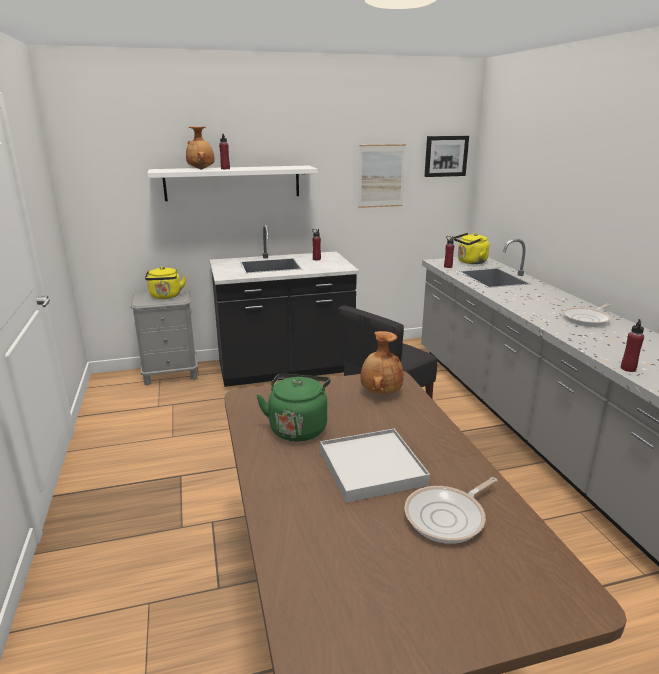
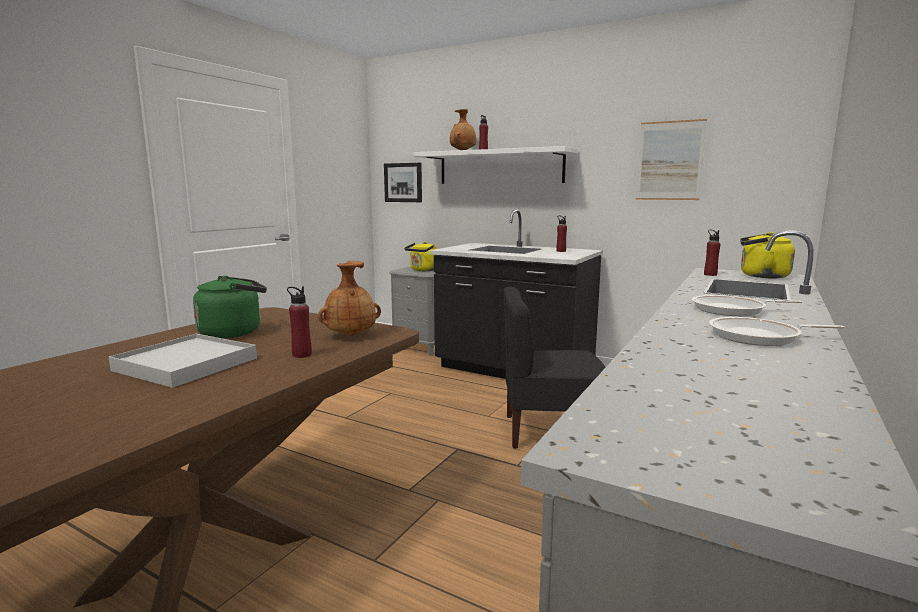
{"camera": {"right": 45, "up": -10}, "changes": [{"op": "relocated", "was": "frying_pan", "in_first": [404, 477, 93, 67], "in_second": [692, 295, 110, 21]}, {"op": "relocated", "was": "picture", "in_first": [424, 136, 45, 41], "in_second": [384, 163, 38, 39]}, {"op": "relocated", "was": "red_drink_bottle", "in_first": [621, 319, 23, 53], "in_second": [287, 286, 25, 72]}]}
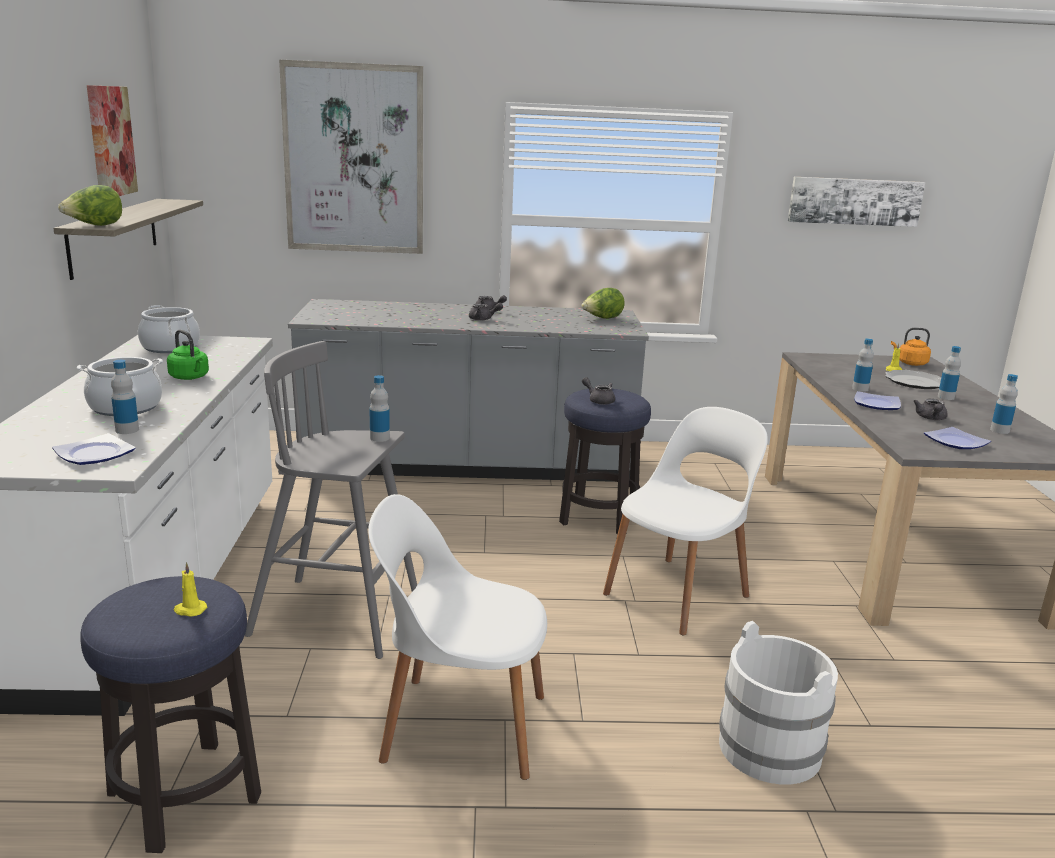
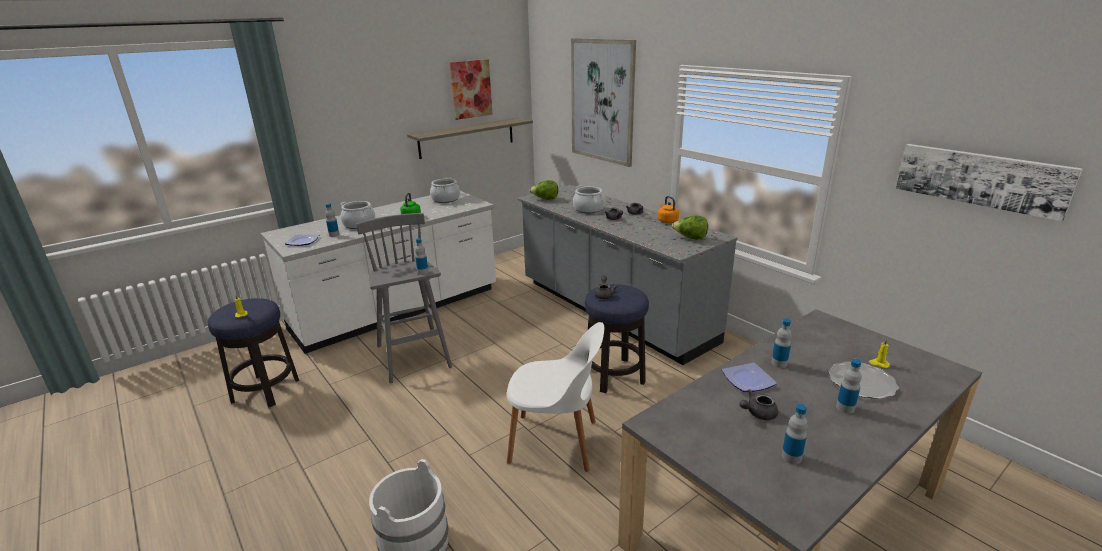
{"camera": {"right": 55, "up": 5}, "changes": [{"op": "relocated", "was": "lettuce_head", "in_first": [58, 185, 64, 41], "in_second": [529, 180, 29, 20]}, {"op": "missing", "was": "whitish_upright_chair", "in_first": [368, 494, 179, 286]}, {"op": "relocated", "was": "orange_water_kettle", "in_first": [891, 327, 40, 39], "in_second": [658, 196, 21, 27]}, {"op": "missing", "was": "plate", "in_first": [924, 427, 67, 22]}, {"op": "appeared", "now": "saucepot", "in_second": [573, 186, 32, 27]}]}
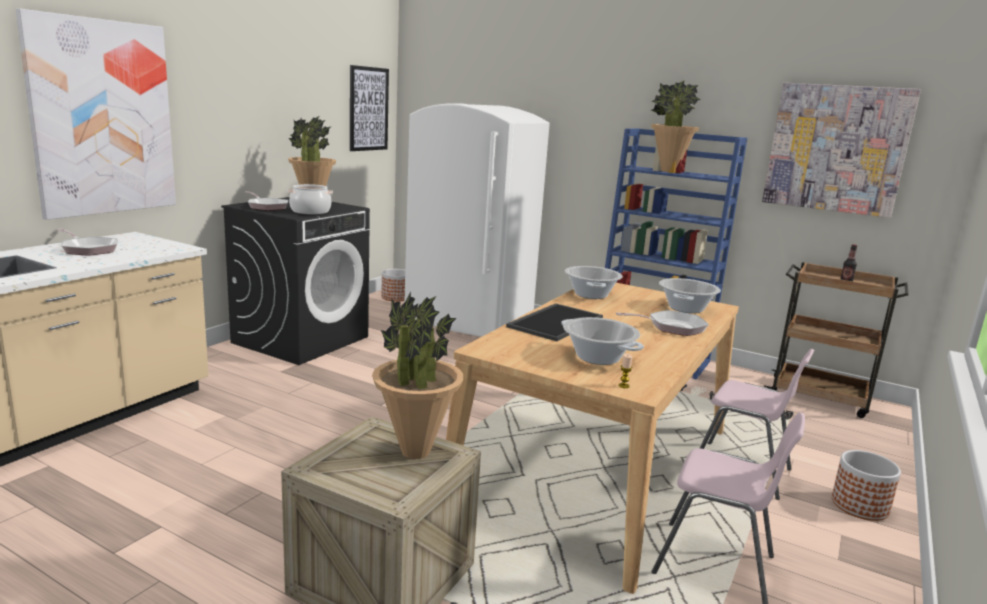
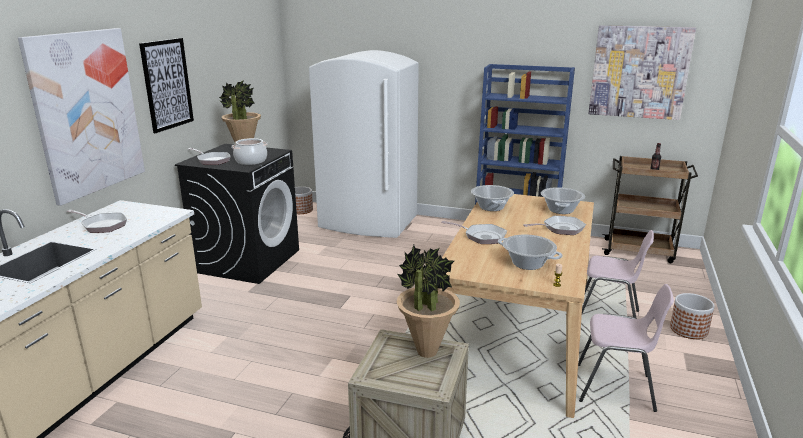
{"camera": {"right": -10, "up": 5}, "changes": [{"op": "relocated", "was": "picture", "in_first": [350, 65, 39, 86], "in_second": [139, 38, 55, 95]}, {"op": "exchanged", "was": "carrying_tray", "now": "frying_pan", "in_first": [506, 303, 97, 38], "in_second": [441, 221, 66, 23]}, {"op": "missing", "was": "plant_in_a_pot", "in_first": [651, 80, 50, 92]}]}
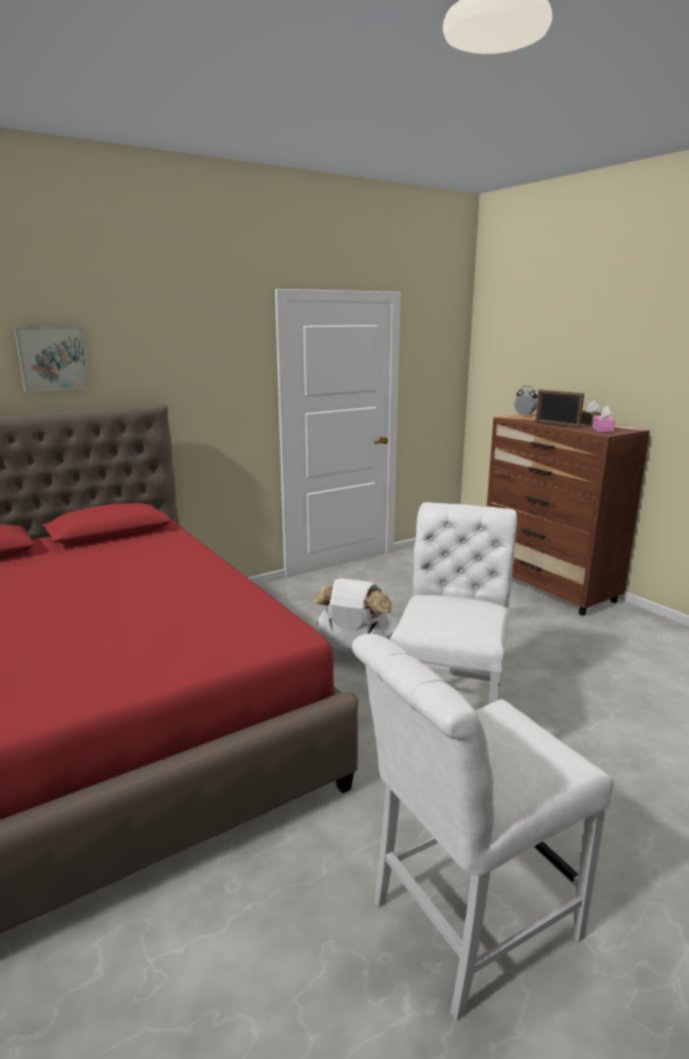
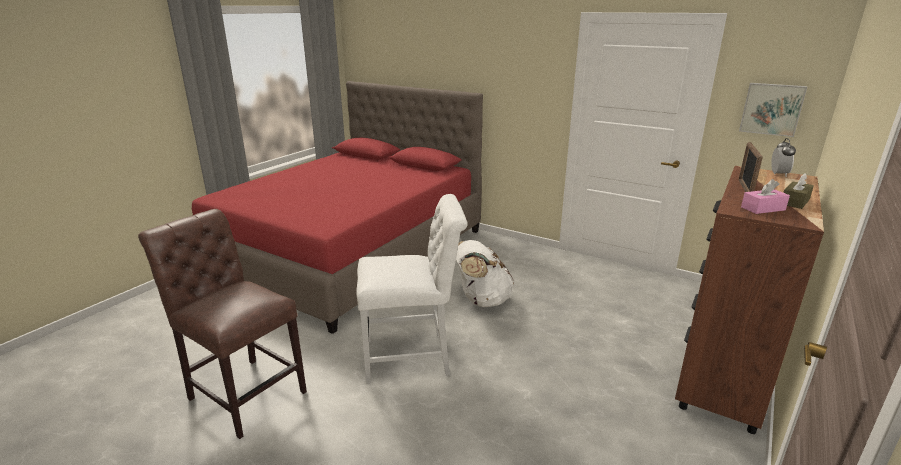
{"camera": {"right": 65, "up": 5}, "changes": [{"op": "relocated", "was": "picture", "in_first": [14, 327, 76, 65], "in_second": [739, 83, 68, 54]}, {"op": "colour", "was": "whitish_upright_chair", "now": "brown-coloured_upright_chair", "in_first": [352, 634, 262, 387], "in_second": [138, 209, 169, 230]}]}
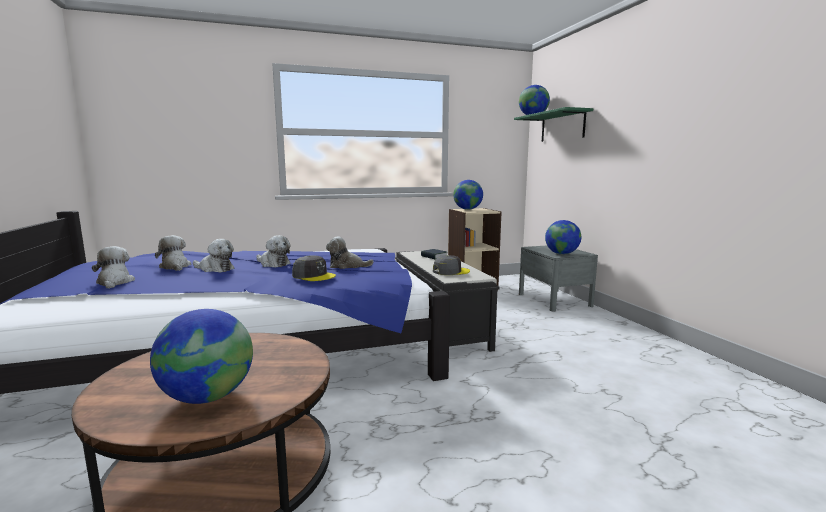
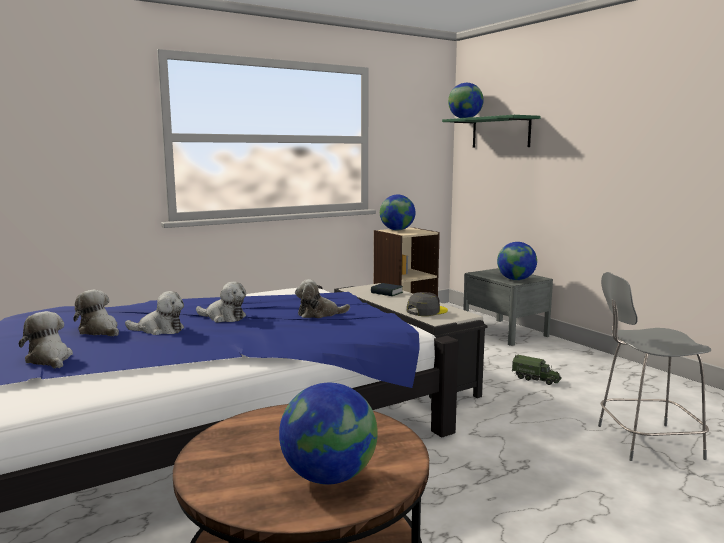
{"camera": {"right": -15, "up": 0}, "changes": [{"op": "missing", "was": "grey_cap", "in_first": [292, 255, 44, 26]}, {"op": "appeared", "now": "model_truck", "in_second": [512, 355, 50, 30]}, {"op": "appeared", "now": "grey_upright_chair", "in_second": [598, 272, 113, 189]}]}
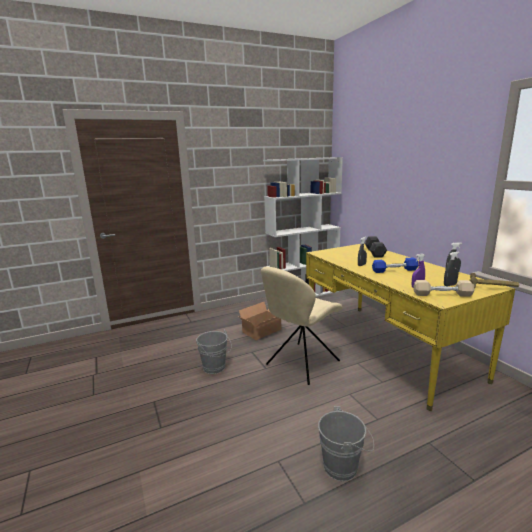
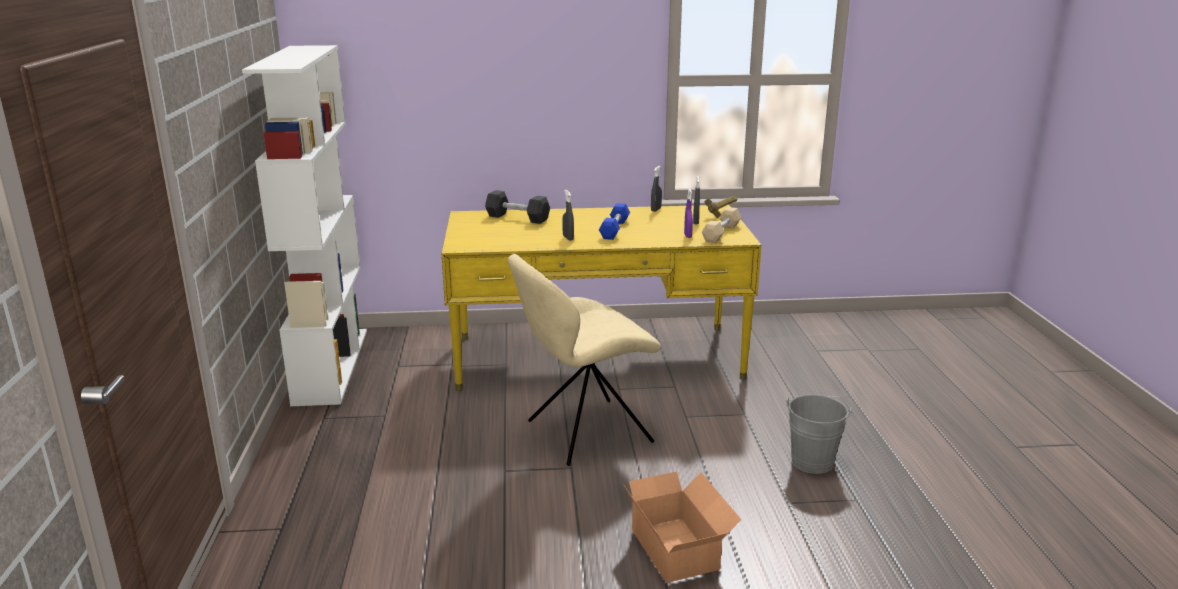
{"camera": {"right": -70, "up": 5}, "changes": [{"op": "missing", "was": "grey_pail", "in_first": [196, 330, 36, 44]}, {"op": "relocated", "was": "carton", "in_first": [239, 302, 42, 38], "in_second": [623, 472, 118, 111]}, {"op": "spun", "was": "sand-coloured_upright_chair", "in_first": [261, 266, 81, 119], "in_second": [508, 254, 153, 212], "clockwise": 90}]}
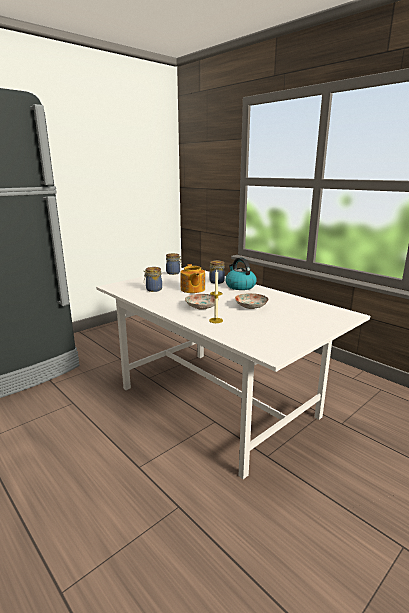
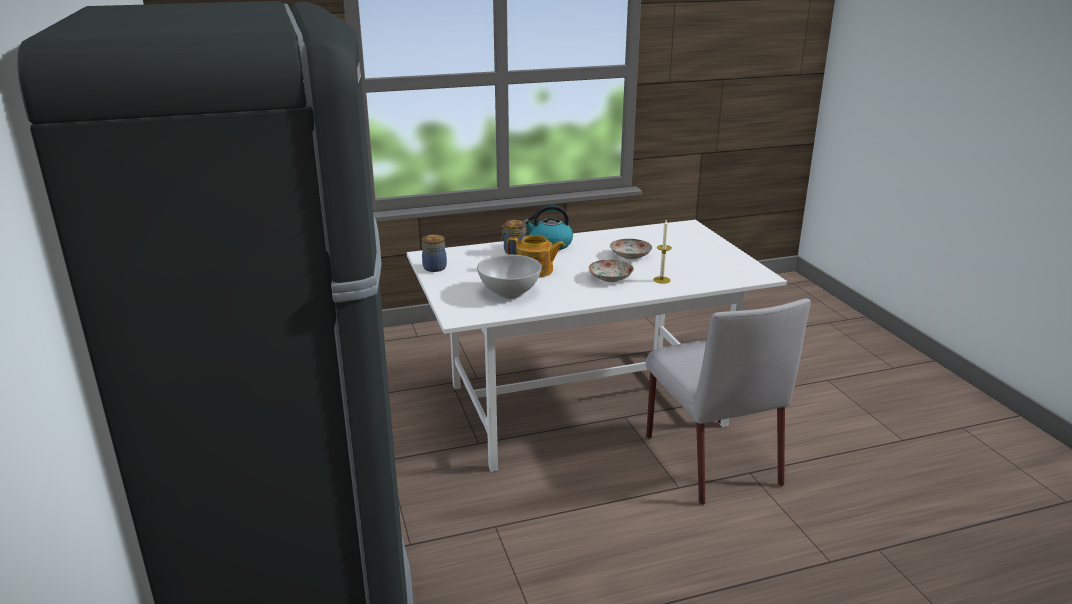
{"camera": {"right": -65, "up": 5}, "changes": [{"op": "exchanged", "was": "storage_jar", "now": "whitish_bowl", "in_first": [144, 267, 18, 25], "in_second": [477, 254, 65, 45]}, {"op": "appeared", "now": "grey_upright_chair", "in_second": [645, 299, 166, 206]}]}
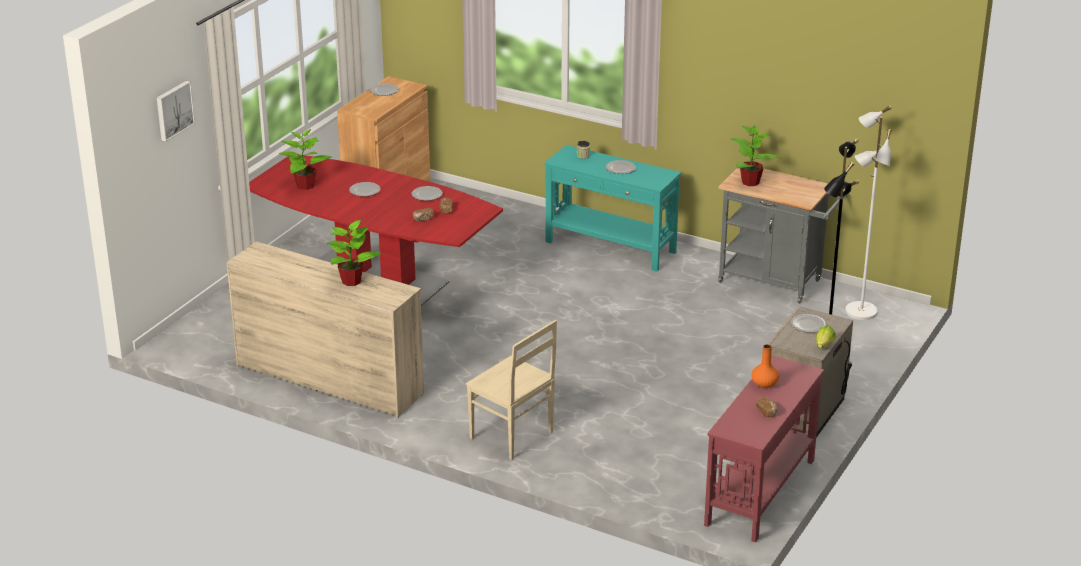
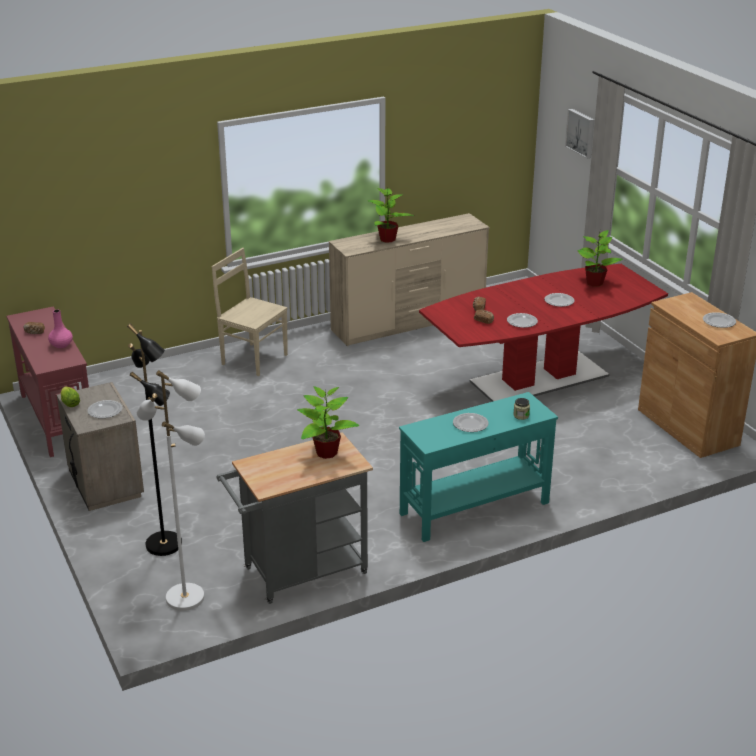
{"camera": {"right": 125, "up": 0}, "changes": [{"op": "spun", "was": "sand-coloured_upright_chair", "in_first": [466, 320, 91, 140], "in_second": [212, 248, 76, 128], "clockwise": 45}, {"op": "colour", "was": "orange_decorative_vase", "now": "pinkish_decorative_vase", "in_first": [751, 344, 28, 44], "in_second": [48, 310, 25, 38]}]}
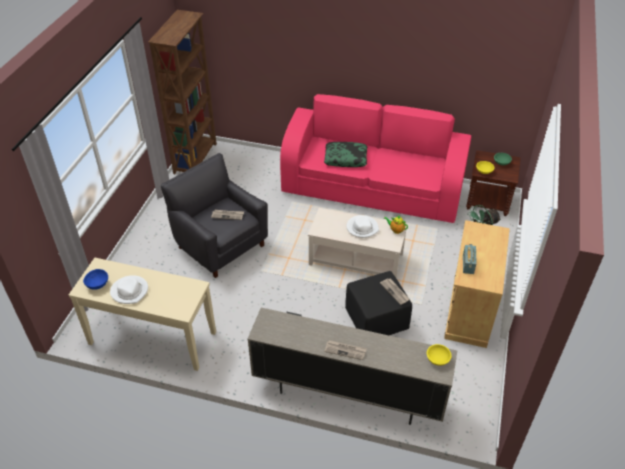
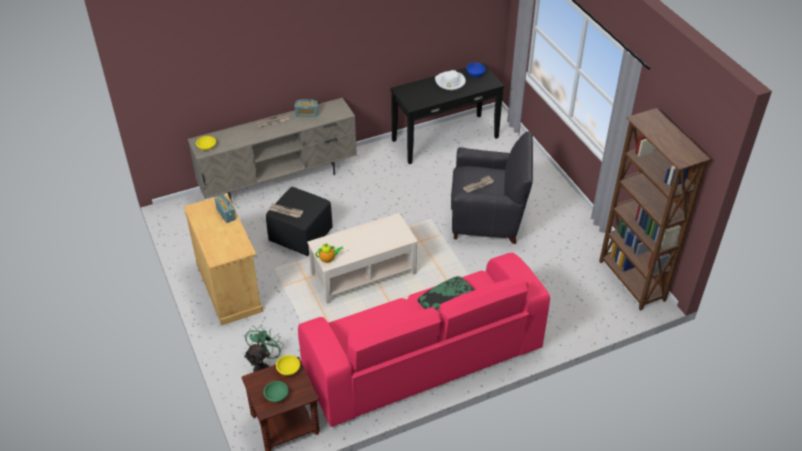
{"camera": {"right": 140, "up": 0}, "changes": [{"op": "colour", "was": "sand-coloured_console_table", "now": "black-coloured_console_table", "in_first": [69, 258, 147, 113], "in_second": [391, 63, 113, 101]}, {"op": "missing", "was": "whitish_hat", "in_first": [346, 215, 33, 23]}, {"op": "appeared", "now": "radio_receiver", "in_second": [295, 99, 23, 18]}]}
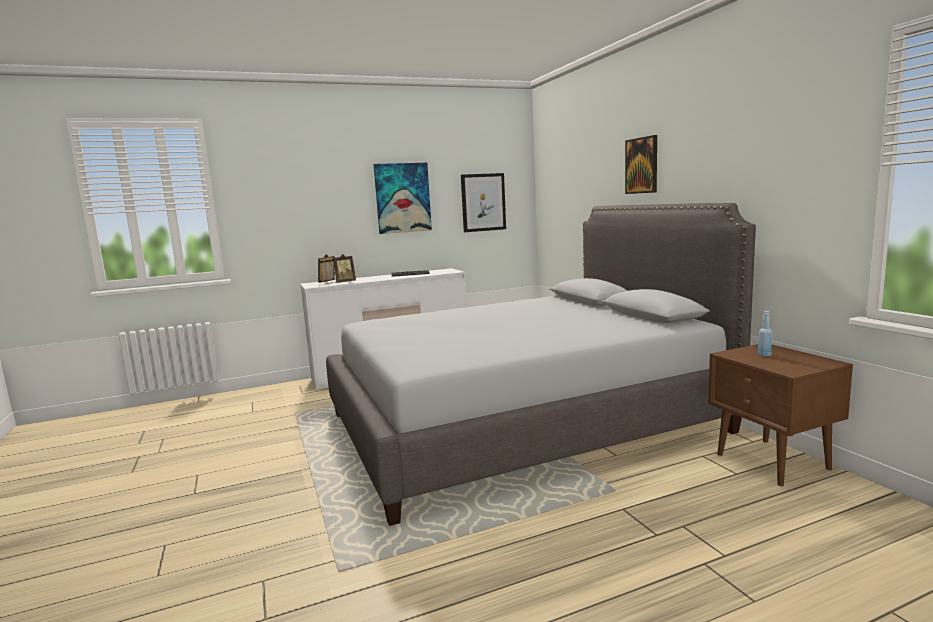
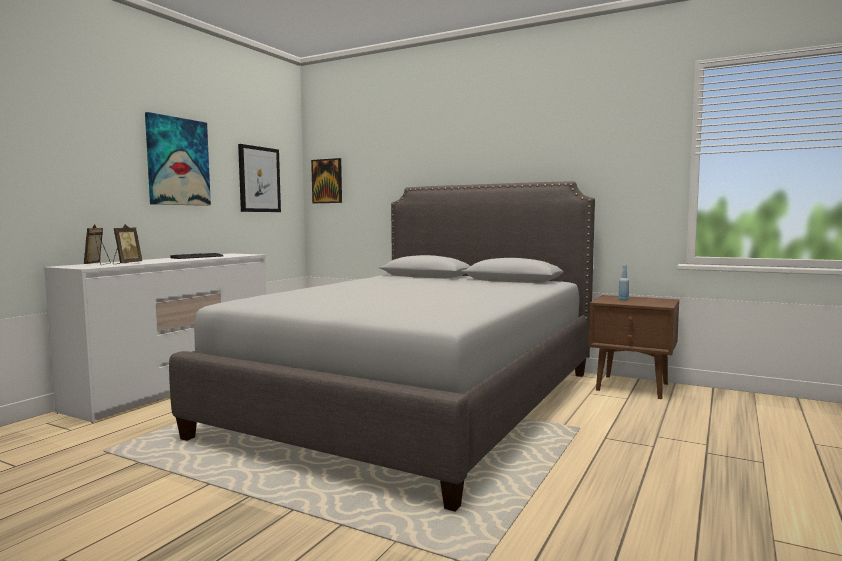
{"camera": {"right": -40, "up": -5}, "changes": [{"op": "relocated", "was": "picture", "in_first": [625, 135, 32, 59], "in_second": [311, 158, 31, 45]}]}
